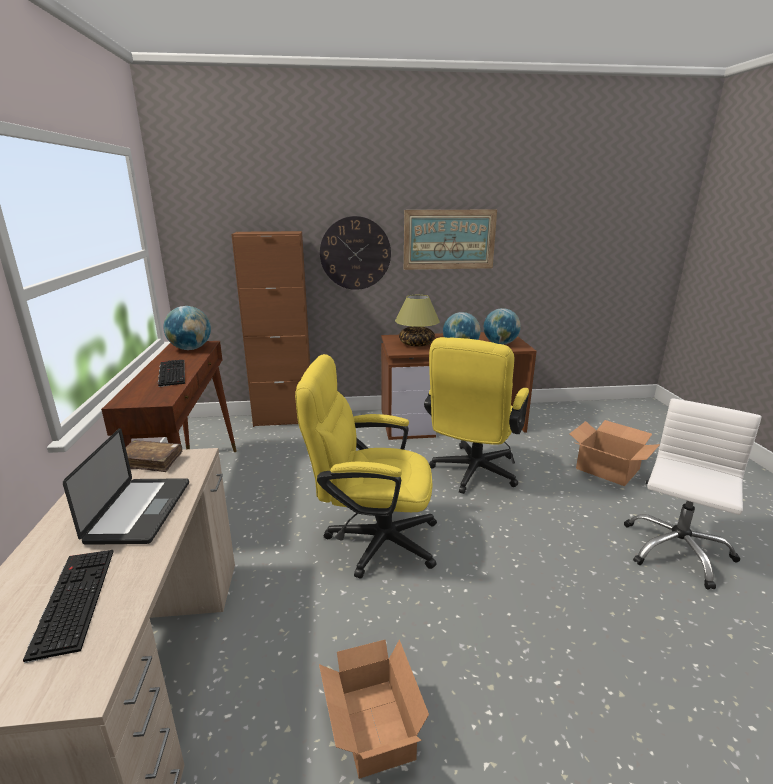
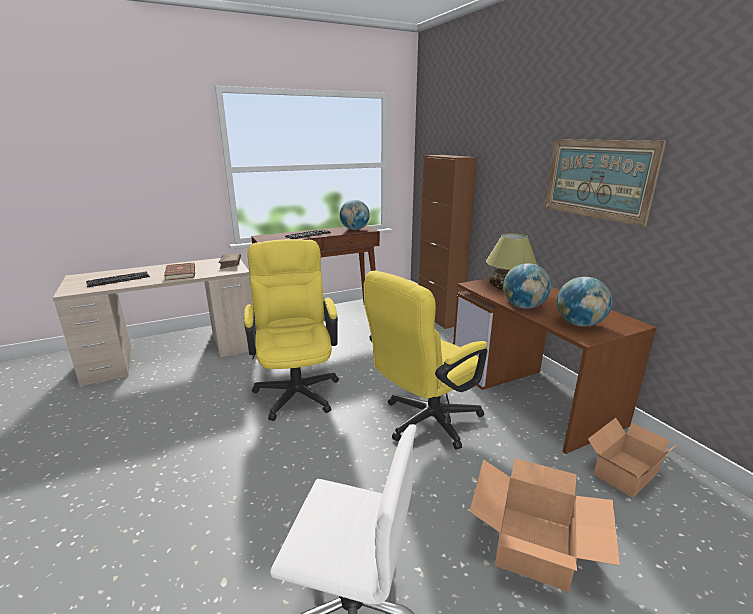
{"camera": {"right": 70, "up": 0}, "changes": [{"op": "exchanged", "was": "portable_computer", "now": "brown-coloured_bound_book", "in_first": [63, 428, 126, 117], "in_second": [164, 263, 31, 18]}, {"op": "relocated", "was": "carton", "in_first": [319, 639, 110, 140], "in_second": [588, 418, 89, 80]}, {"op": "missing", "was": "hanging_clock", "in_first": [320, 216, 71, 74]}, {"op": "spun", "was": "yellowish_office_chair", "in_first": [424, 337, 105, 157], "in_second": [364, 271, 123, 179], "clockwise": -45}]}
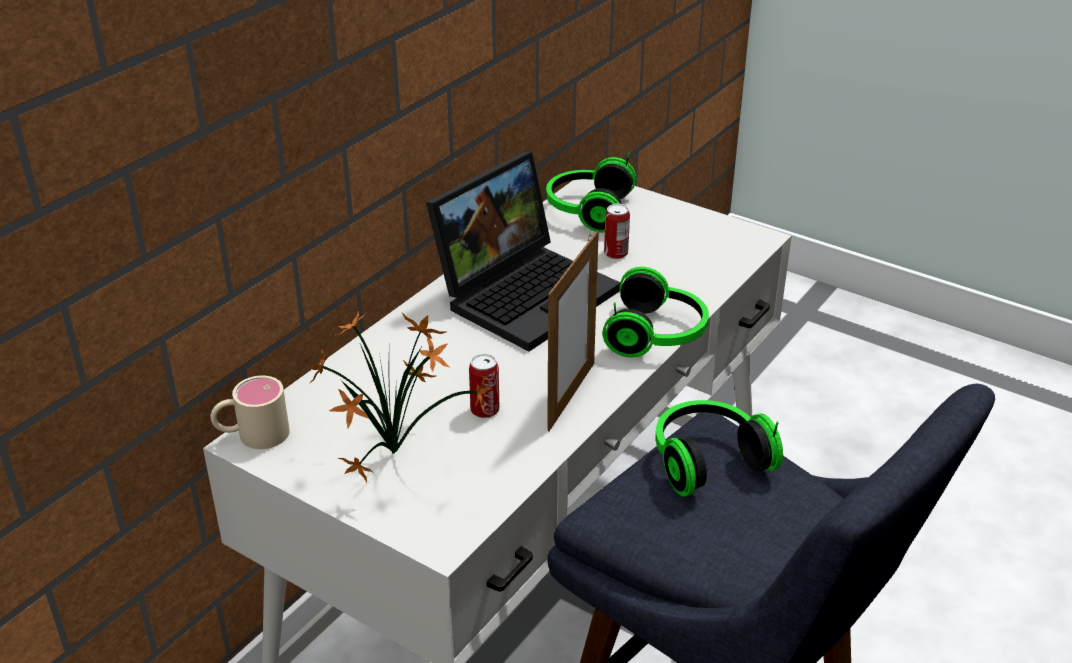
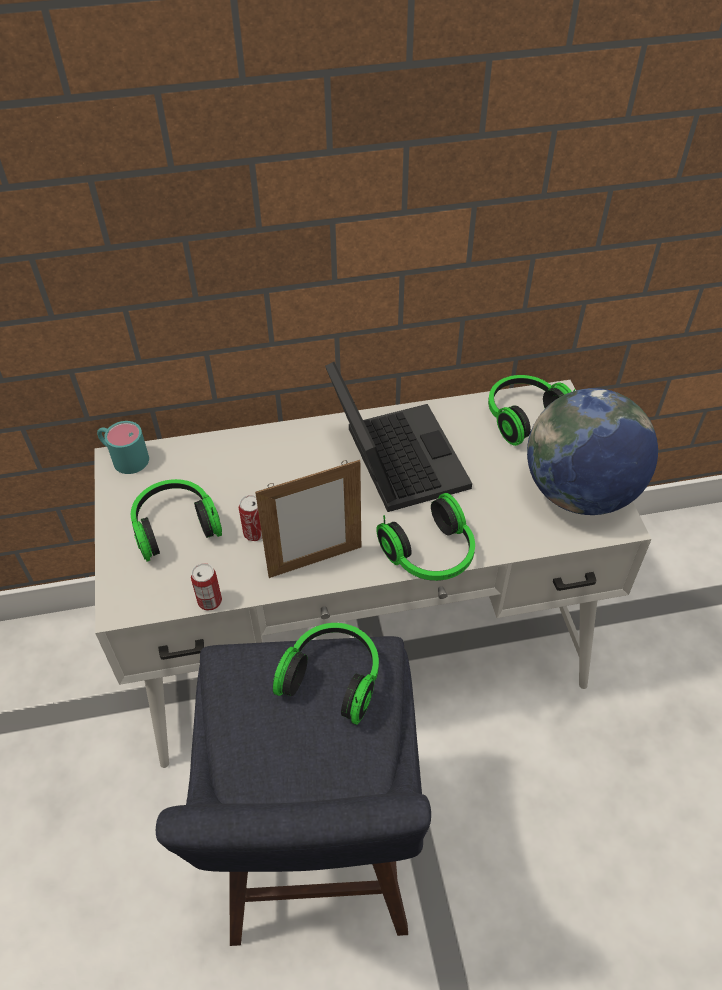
{"camera": {"right": 45, "up": 15}, "changes": [{"op": "colour", "was": "sand-coloured_coffee_mug", "now": "blue-green_coffee_mug", "in_first": [211, 376, 79, 73], "in_second": [97, 421, 52, 53]}, {"op": "exchanged", "was": "plant_in_a_pot", "now": "headphones", "in_first": [309, 311, 182, 172], "in_second": [131, 479, 91, 82]}, {"op": "spun", "was": "portable_computer", "in_first": [426, 152, 194, 200], "in_second": [325, 362, 147, 150], "clockwise": -105}, {"op": "relocated", "was": "metal_can", "in_first": [604, 204, 26, 55], "in_second": [191, 563, 31, 48]}, {"op": "appeared", "now": "globe", "in_second": [527, 388, 131, 127]}]}
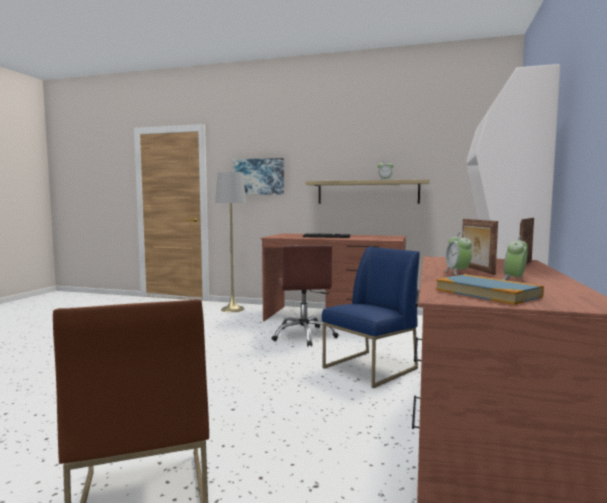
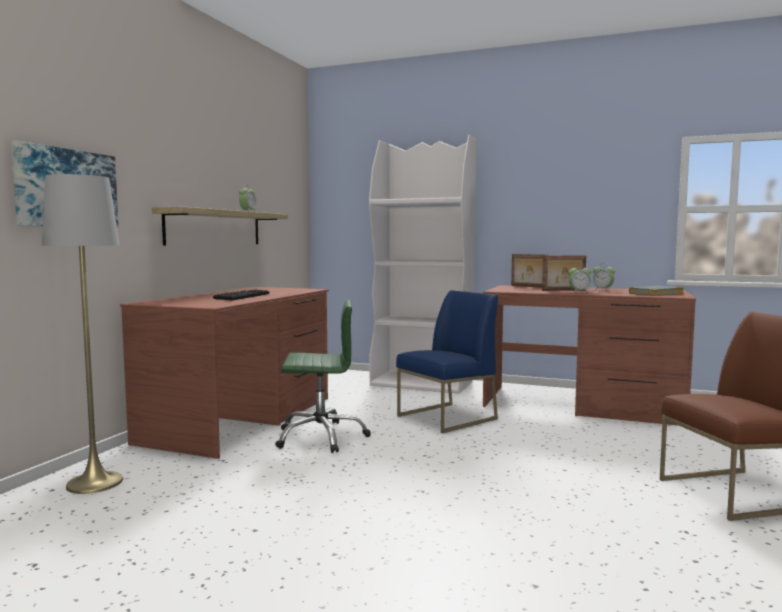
{"camera": {"right": -85, "up": 0}, "changes": [{"op": "colour", "was": "brown-coloured_office_chair", "now": "greenish_office_chair", "in_first": [272, 245, 66, 102], "in_second": [275, 300, 96, 153]}, {"op": "spun", "was": "blue_upright_chair", "in_first": [322, 247, 98, 141], "in_second": [396, 290, 102, 143], "clockwise": 90}]}
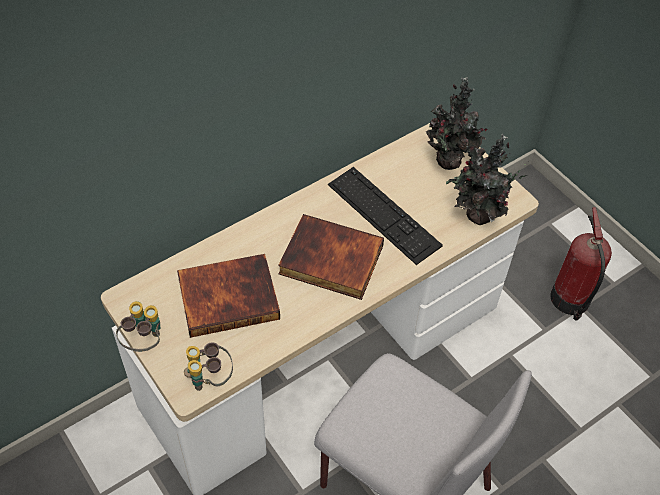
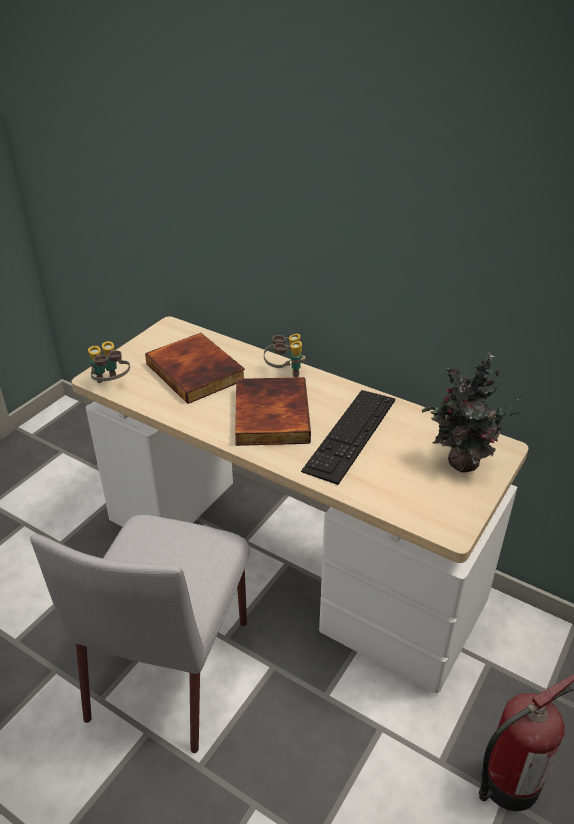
{"camera": {"right": 70, "up": -15}, "changes": [{"op": "relocated", "was": "pair_of_binoculars", "in_first": [116, 301, 45, 51], "in_second": [264, 334, 42, 43]}, {"op": "missing", "was": "plant_in_a_pot", "in_first": [446, 134, 83, 91]}]}
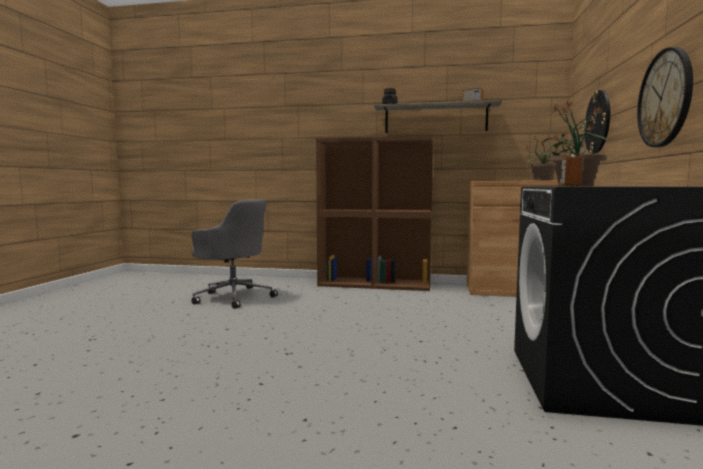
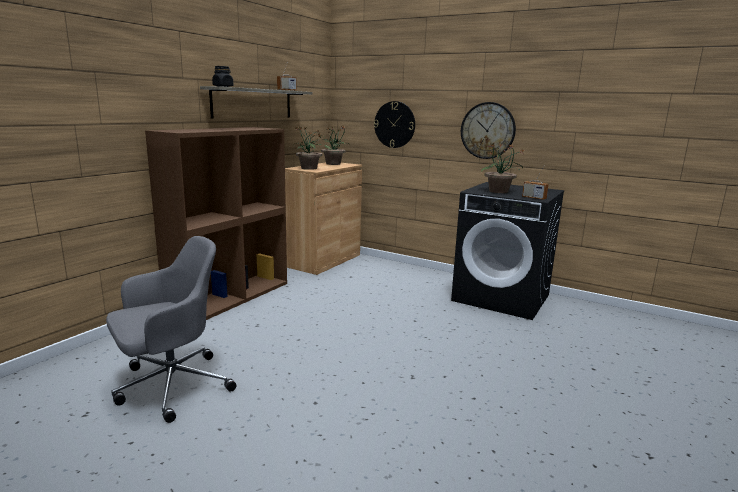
{"camera": {"right": -70, "up": 10}, "changes": [{"op": "appeared", "now": "plant_in_a_pot", "in_second": [292, 126, 30, 44]}]}
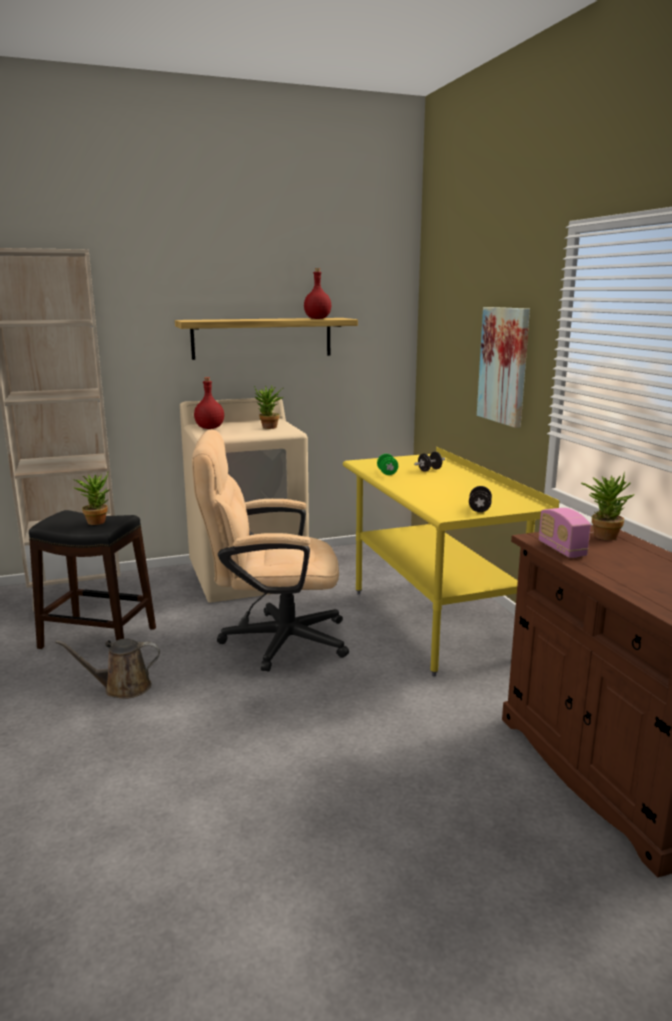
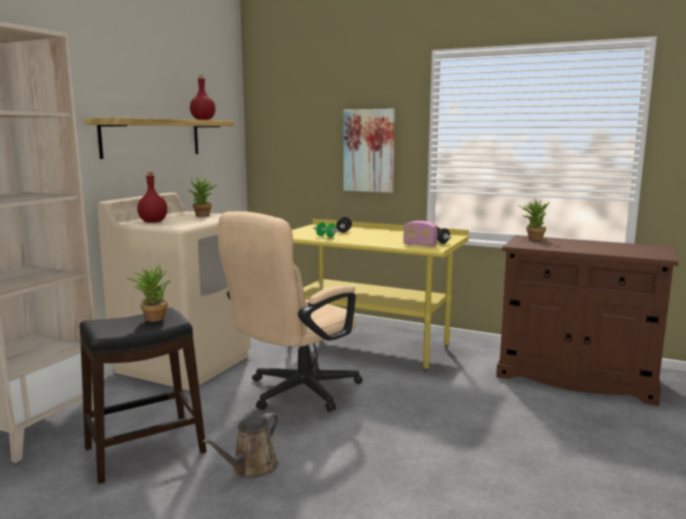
{"camera": {"right": -45, "up": -5}, "changes": [{"op": "relocated", "was": "radio_receiver", "in_first": [539, 508, 52, 50], "in_second": [403, 221, 35, 26]}]}
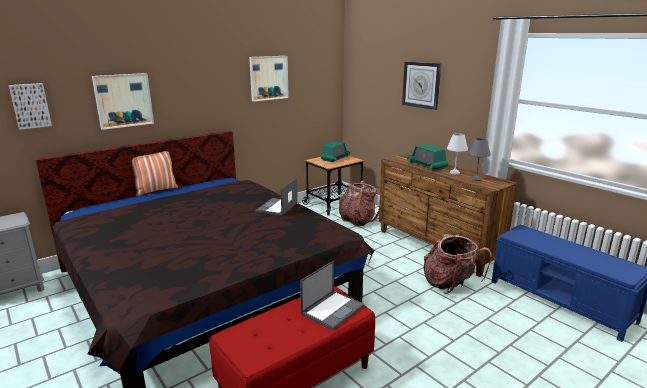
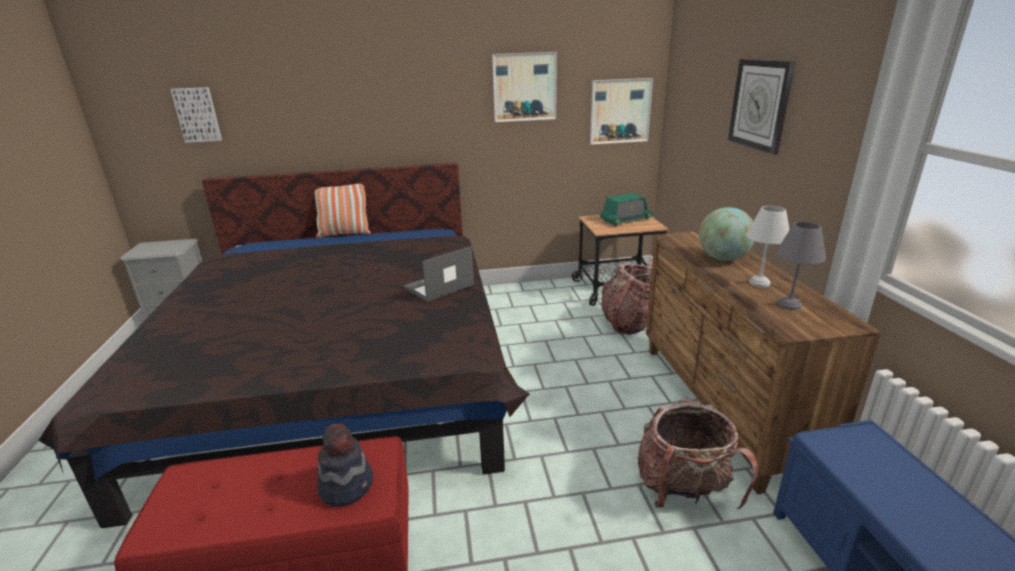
{"camera": {"right": 30, "up": 5}, "changes": [{"op": "relocated", "was": "picture", "in_first": [92, 73, 62, 57], "in_second": [590, 78, 63, 67]}, {"op": "exchanged", "was": "portable_computer", "now": "hat", "in_first": [300, 260, 64, 70], "in_second": [317, 424, 56, 83]}, {"op": "exchanged", "was": "radio_receiver", "now": "globe", "in_first": [407, 144, 41, 27], "in_second": [699, 207, 56, 54]}]}
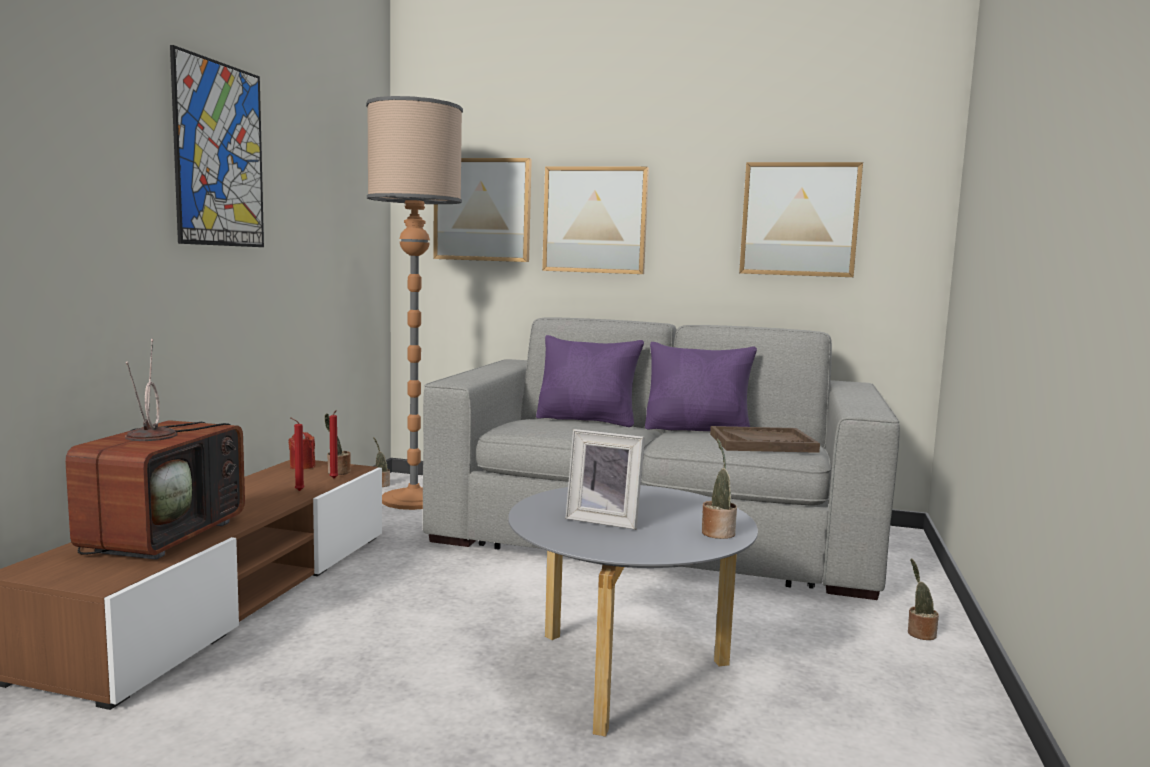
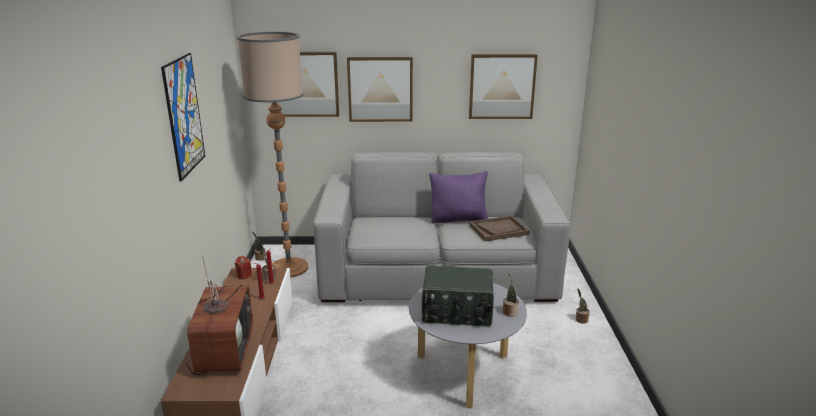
{"camera": {"right": -15, "up": 15}, "changes": [{"op": "missing", "was": "purple-coloured_cushion", "in_first": [536, 335, 108, 92]}, {"op": "exchanged", "was": "photo_frame", "now": "radio_receiver", "in_first": [565, 429, 80, 101], "in_second": [422, 266, 72, 61]}]}
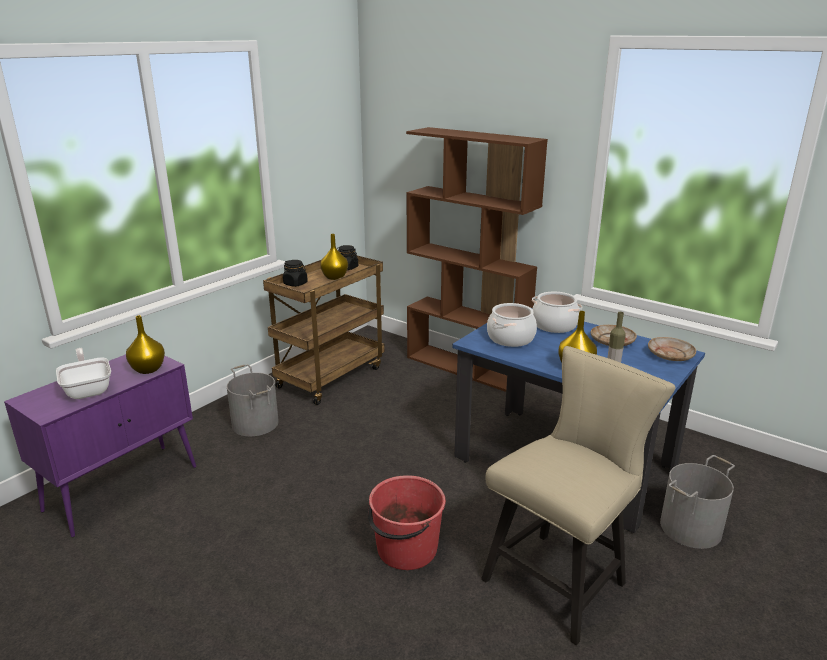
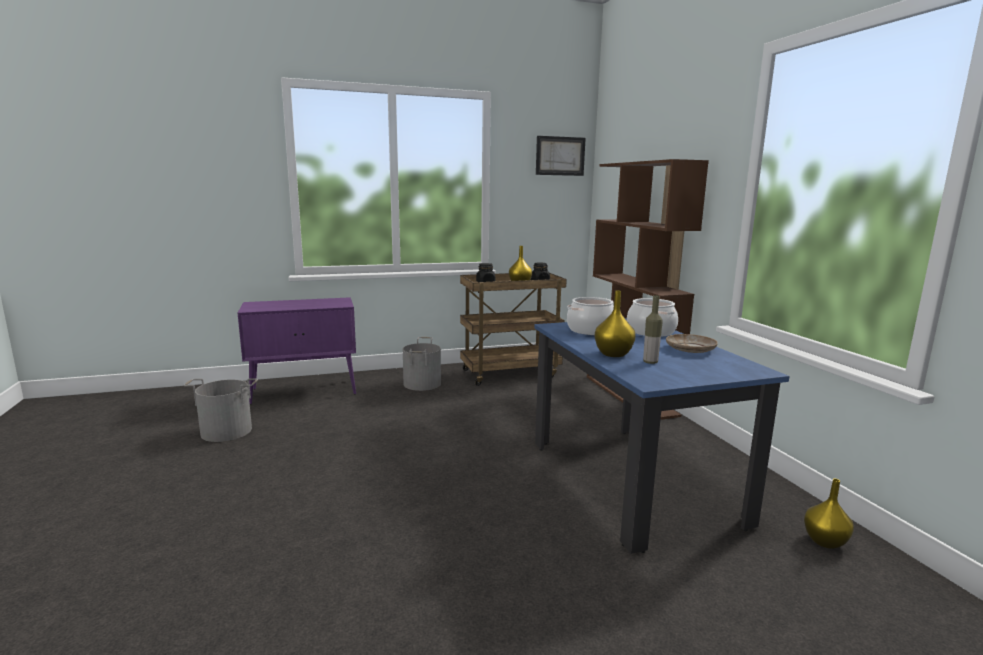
{"camera": {"right": 35, "up": -10}, "changes": [{"op": "missing", "was": "frying_pan", "in_first": [56, 348, 55, 51]}, {"op": "relocated", "was": "yellowish_decorative_vase", "in_first": [126, 315, 39, 59], "in_second": [804, 479, 50, 70]}, {"op": "missing", "was": "red_pail", "in_first": [368, 475, 78, 95]}, {"op": "missing", "was": "sand-coloured_upright_chair", "in_first": [481, 346, 195, 299]}, {"op": "missing", "was": "sand-coloured_plate", "in_first": [648, 337, 48, 24]}, {"op": "relocated", "was": "grey_pail", "in_first": [660, 455, 75, 94], "in_second": [184, 378, 74, 64]}, {"op": "appeared", "now": "picture", "in_second": [536, 136, 50, 40]}]}
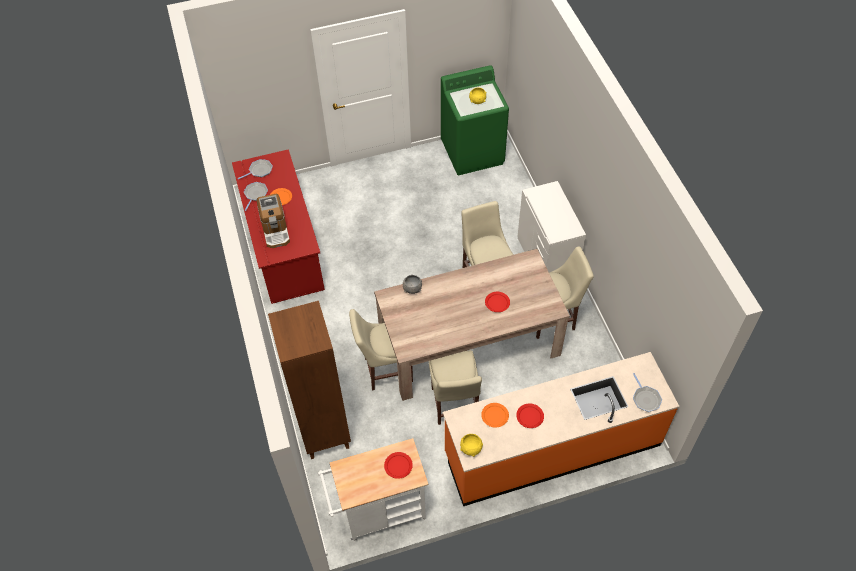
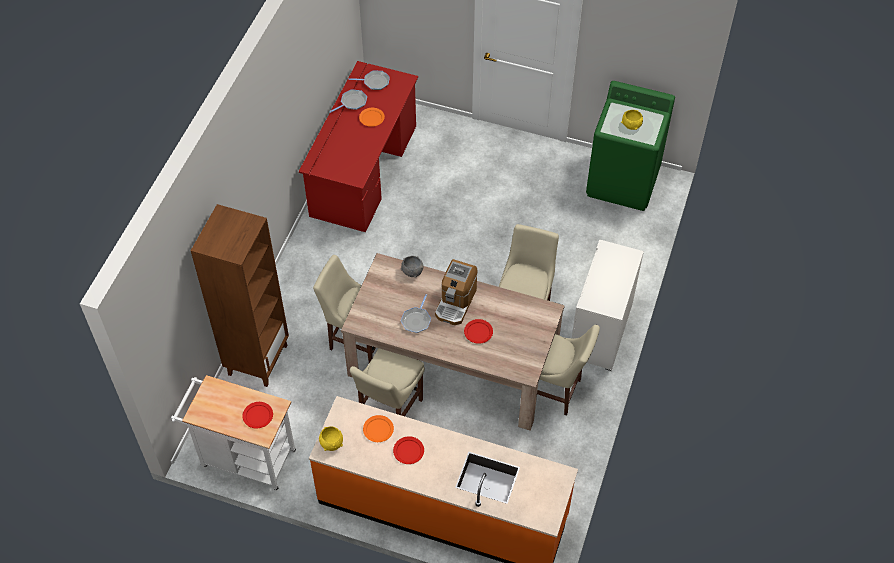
{"camera": {"right": 35, "up": 0}, "changes": [{"op": "relocated", "was": "coffee_brewer", "in_first": [257, 194, 33, 54], "in_second": [435, 259, 43, 66]}, {"op": "relocated", "was": "frying_pan", "in_first": [633, 373, 29, 39], "in_second": [401, 294, 30, 39]}]}
